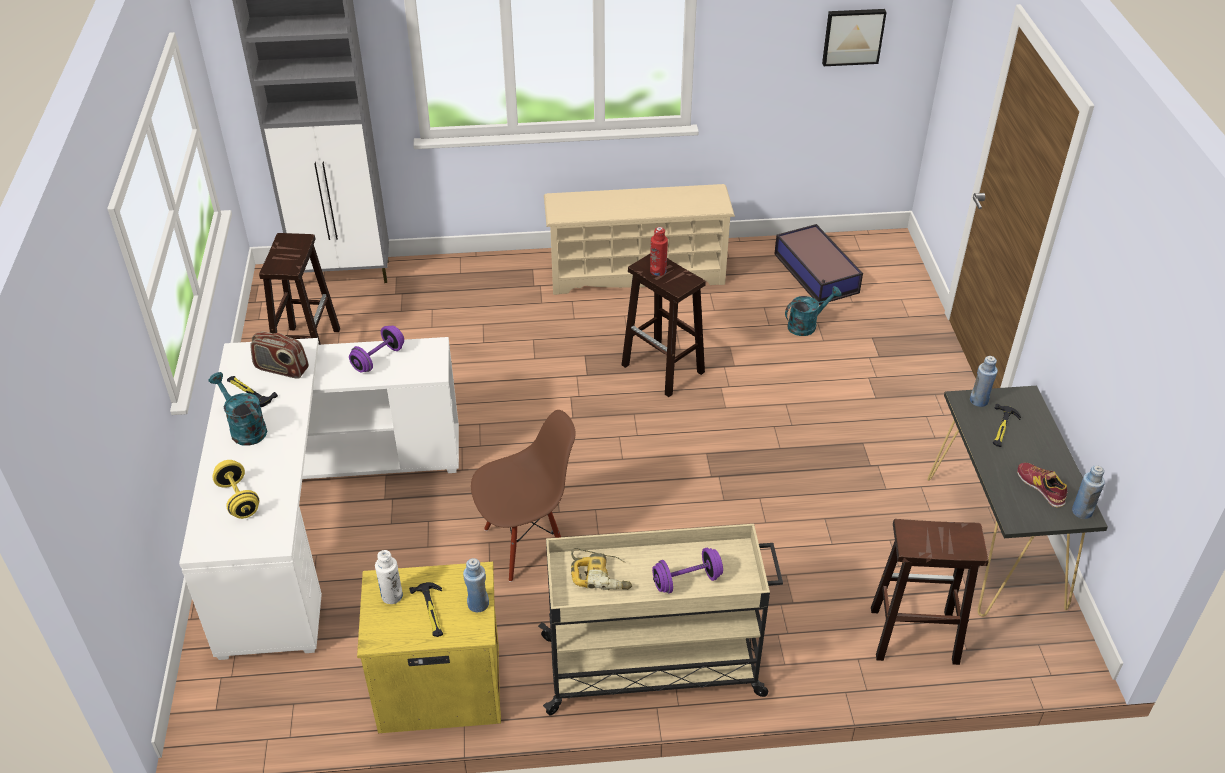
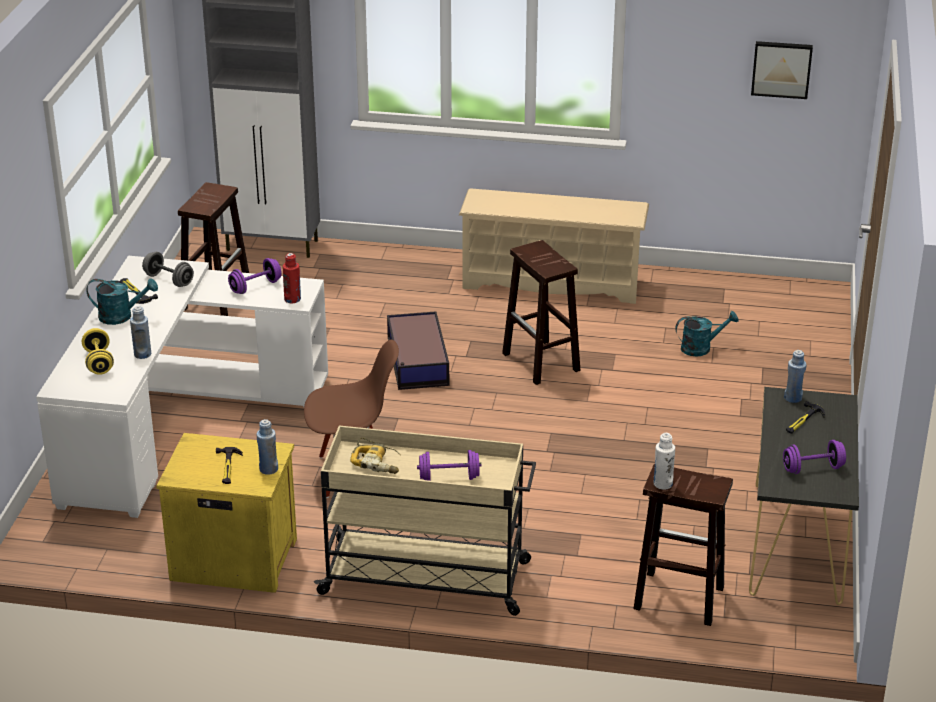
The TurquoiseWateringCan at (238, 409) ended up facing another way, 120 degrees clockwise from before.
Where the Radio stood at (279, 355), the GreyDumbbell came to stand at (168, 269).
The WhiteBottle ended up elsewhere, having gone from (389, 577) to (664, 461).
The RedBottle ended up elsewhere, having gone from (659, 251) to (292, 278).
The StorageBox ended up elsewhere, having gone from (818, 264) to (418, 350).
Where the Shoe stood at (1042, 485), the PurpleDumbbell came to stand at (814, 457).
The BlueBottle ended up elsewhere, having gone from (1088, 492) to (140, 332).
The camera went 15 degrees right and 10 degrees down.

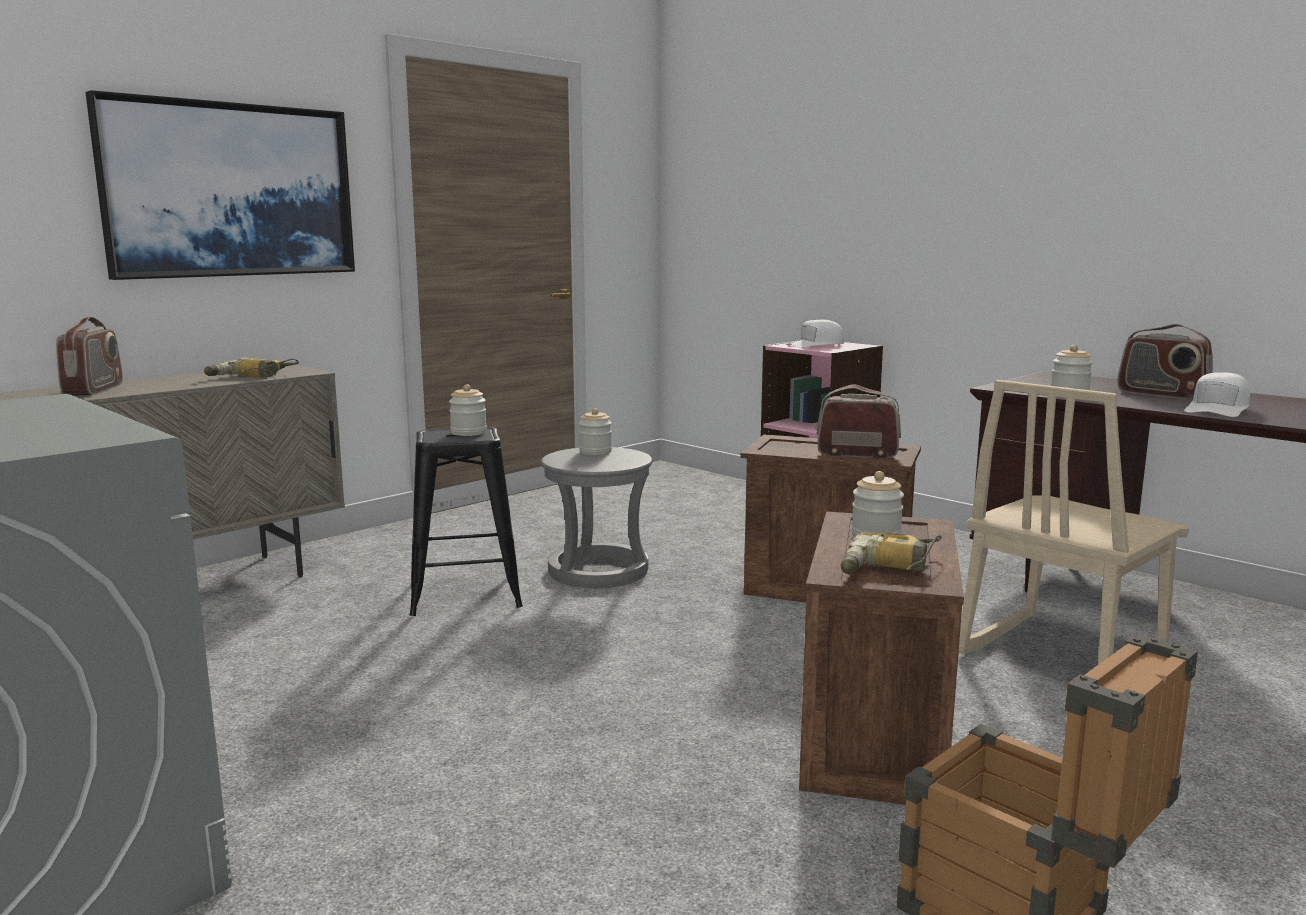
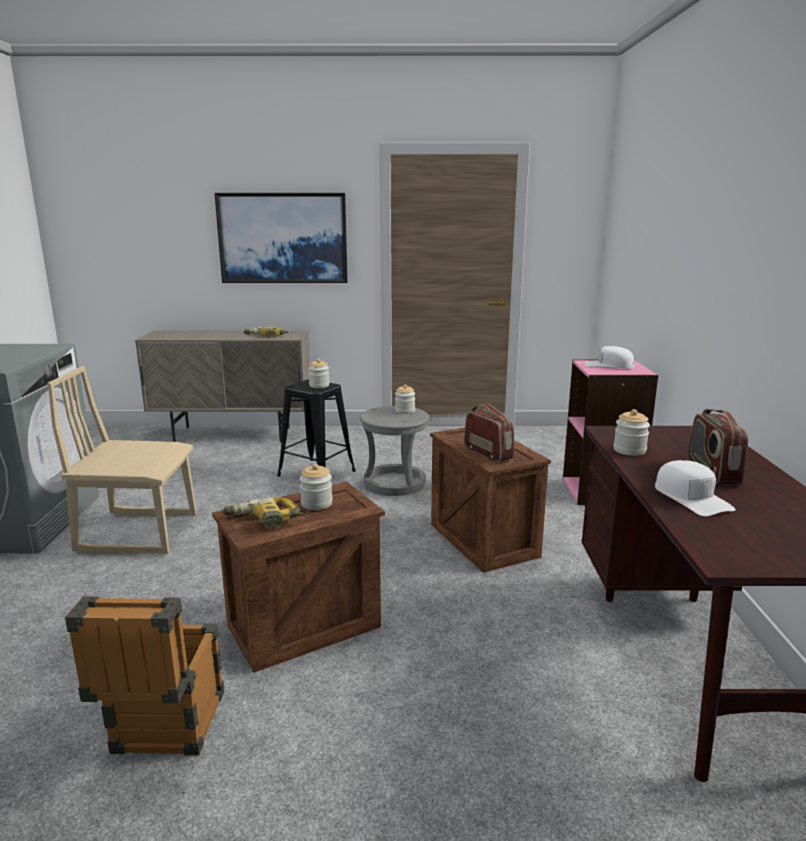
The second view lost the Radio at (89, 355).
The BeigeChair ended up elsewhere, having gone from (1074, 522) to (121, 460).
The WhiteCap at (1217, 394) ended up facing another way, 105 degrees counterclockwise from before.
The camera went 45 degrees right and 5 degrees up.

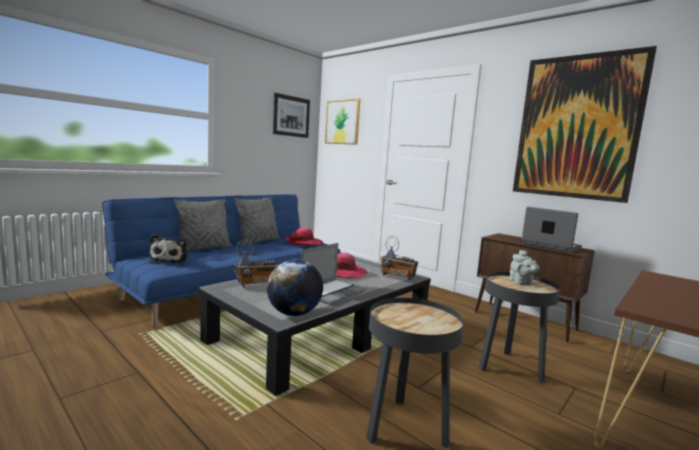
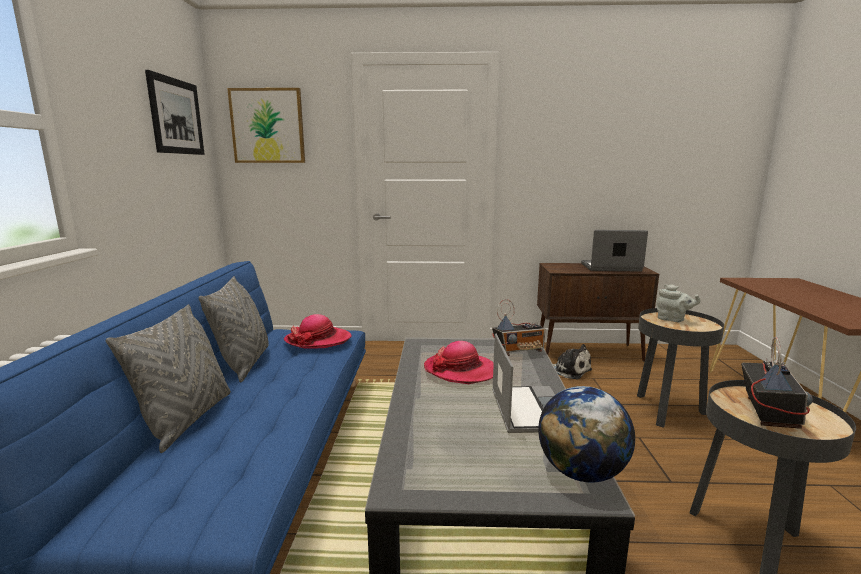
The PlushToy ended up elsewhere, having gone from (168, 248) to (572, 361).
The Radio ended up elsewhere, having gone from (256, 263) to (777, 383).
The second view lost the Picture at (585, 124).
The camera went 40 degrees left and 5 degrees up.

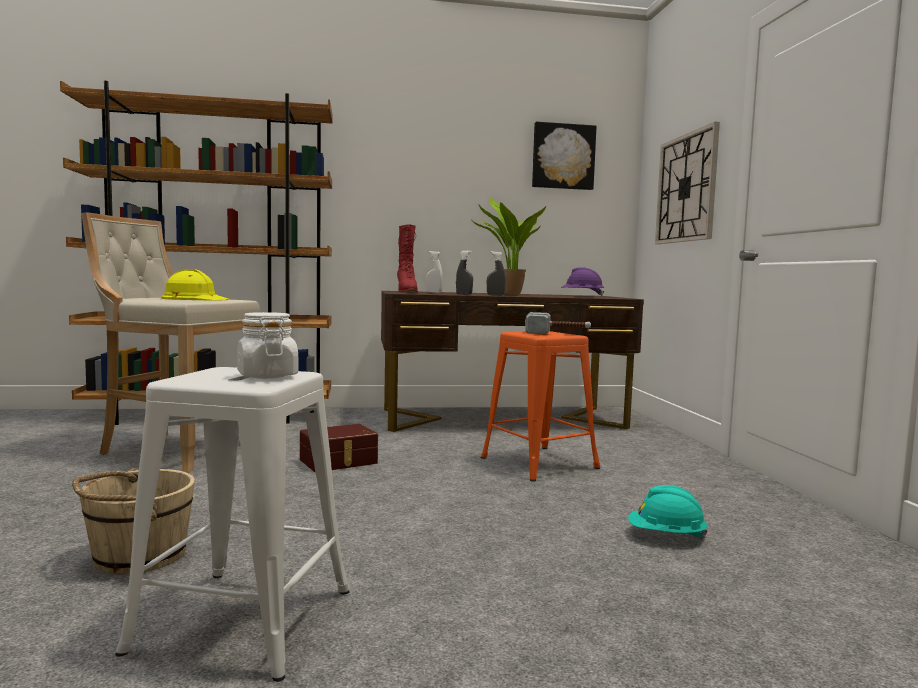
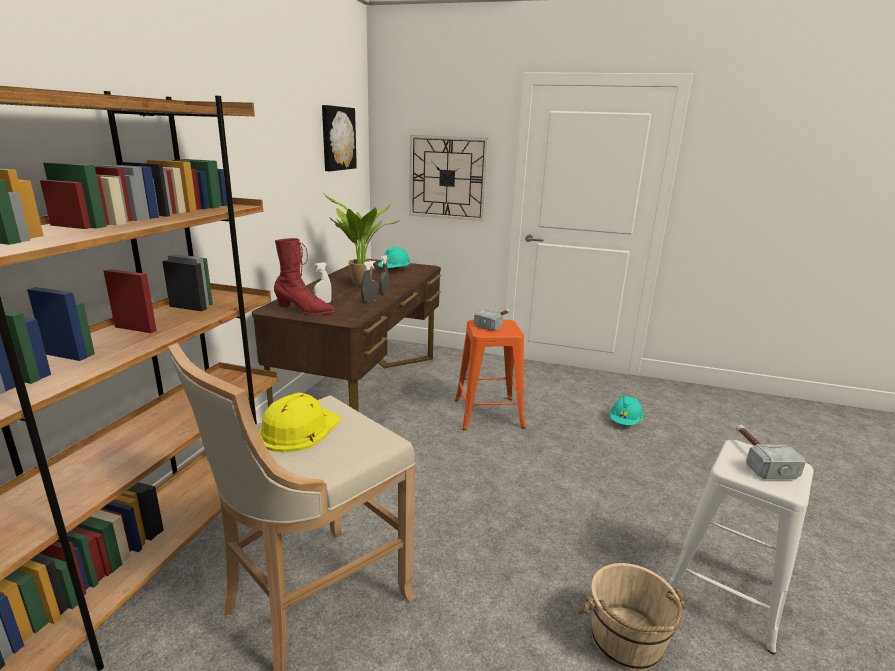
Where the WhiteJar stood at (268, 345), the Hammer came to stand at (771, 452).
The second view lost the BrownStorageBox at (339, 448).
What was the PurpleHardHat at (583, 282) turned into the TurquoiseHardHat at (394, 257).
The camera went 65 degrees left and 15 degrees up.

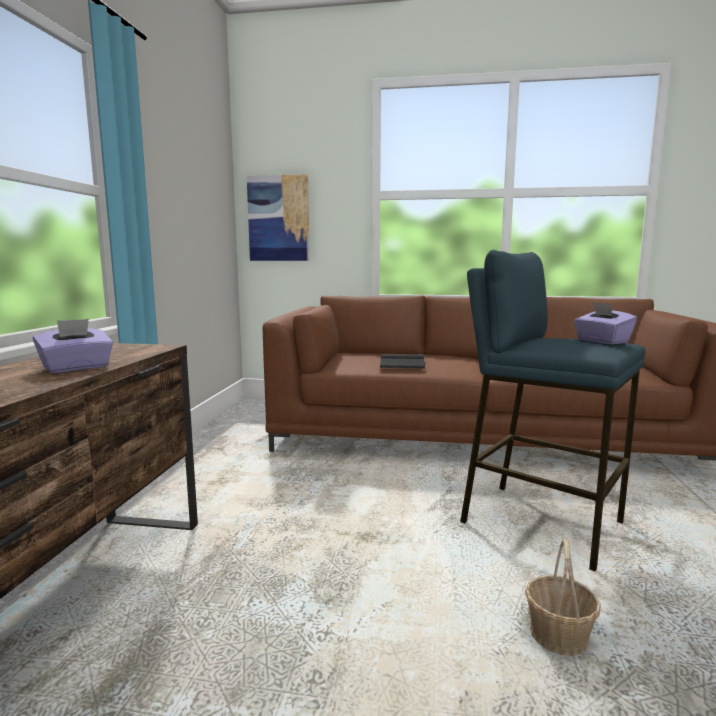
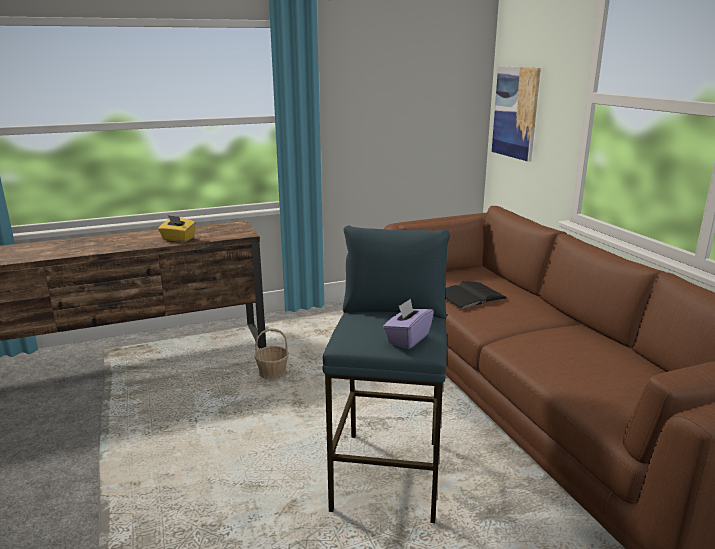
What was the PurpleTissueBox at (73, 346) turned into the YellowTissueBox at (177, 228).
The Basket ended up elsewhere, having gone from (563, 597) to (271, 354).
The camera went 60 degrees right and 10 degrees up.

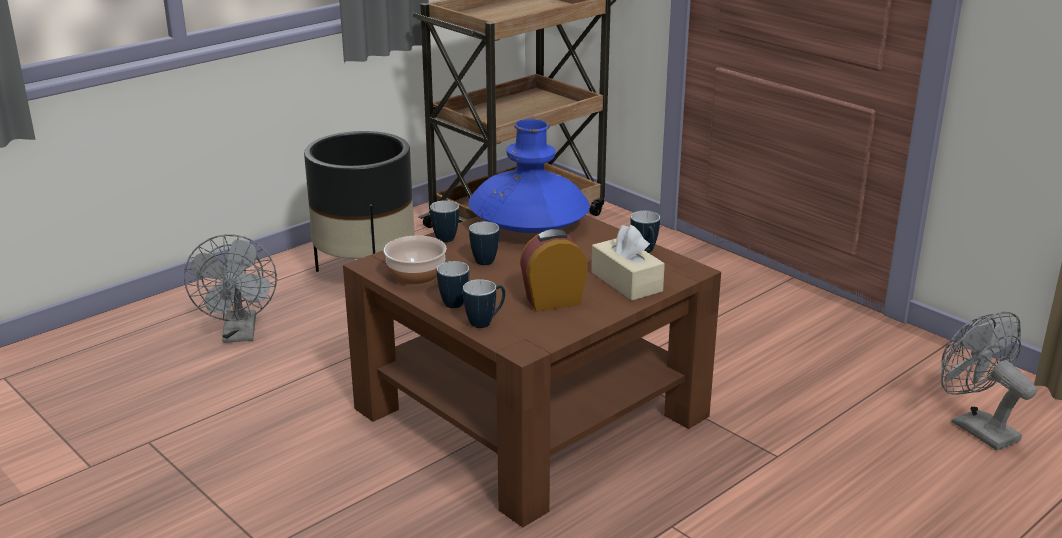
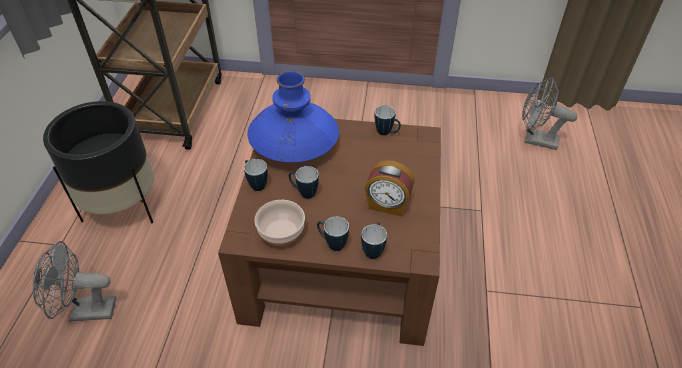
The GreyFan at (230, 288) ended up facing another way, 135 degrees clockwise from before.
The AlarmClock at (554, 270) ended up facing another way, 105 degrees counterclockwise from before.
The second view lost the BeigeTissueBox at (628, 263).
The camera went 40 degrees left and 20 degrees up.

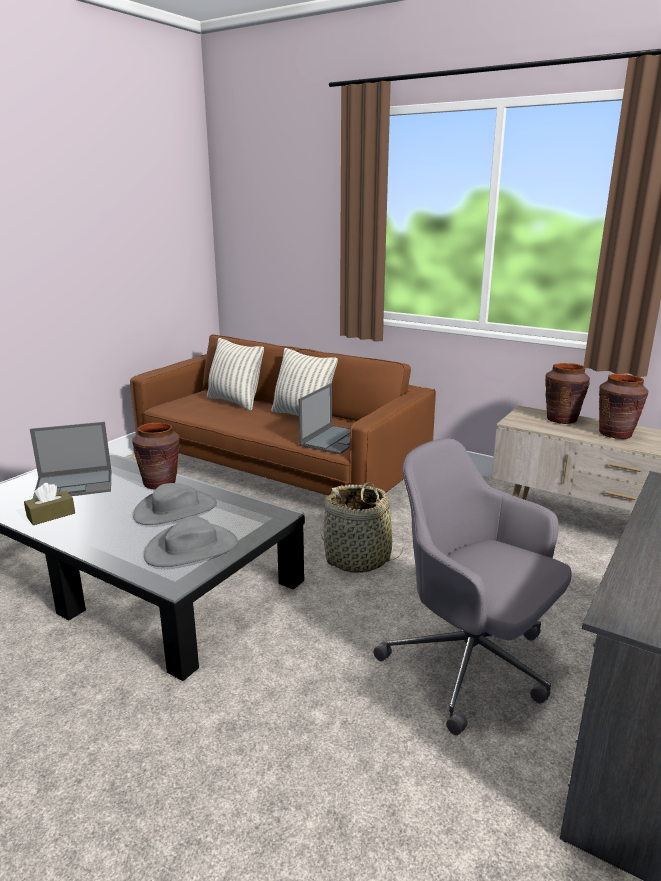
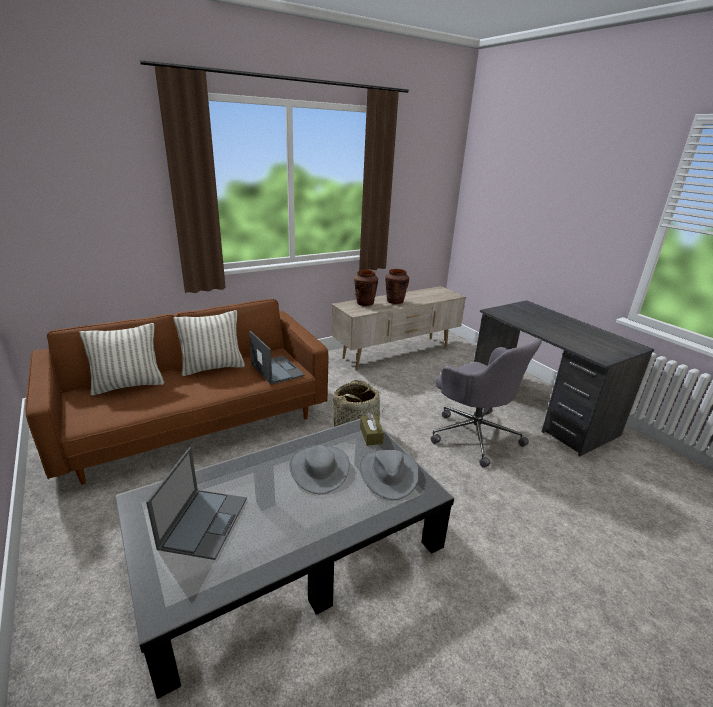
The BrownTissueBox ended up elsewhere, having gone from (49, 504) to (372, 429).
The second view lost the BrownVase at (156, 456).
The GreyOfficeChair at (472, 586) ended up facing another way, 105 degrees counterclockwise from before.
The camera went 65 degrees left and 5 degrees up.

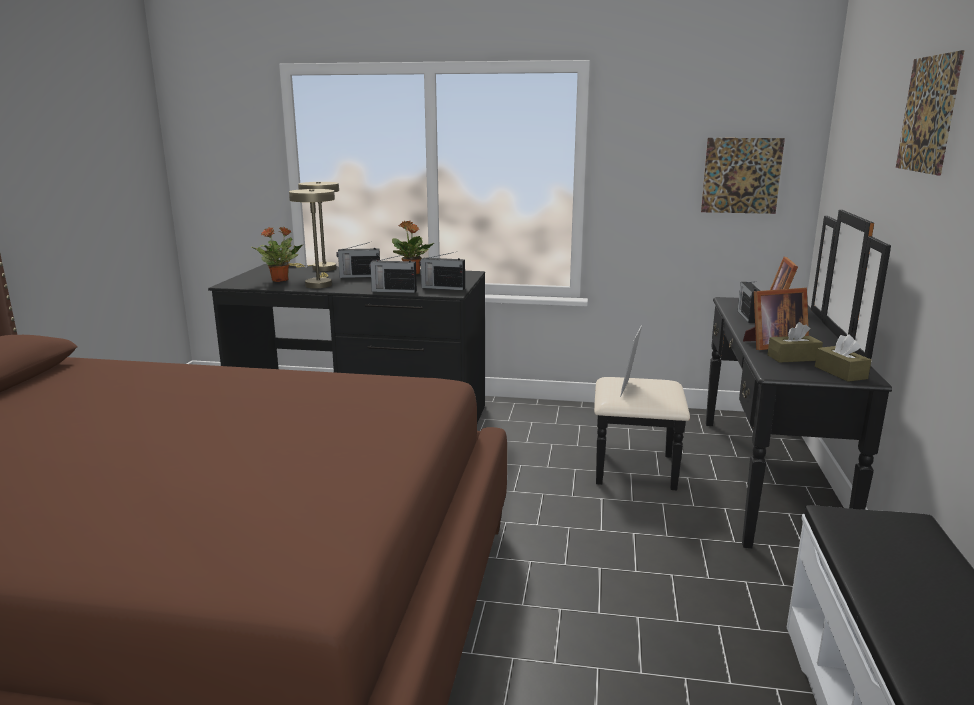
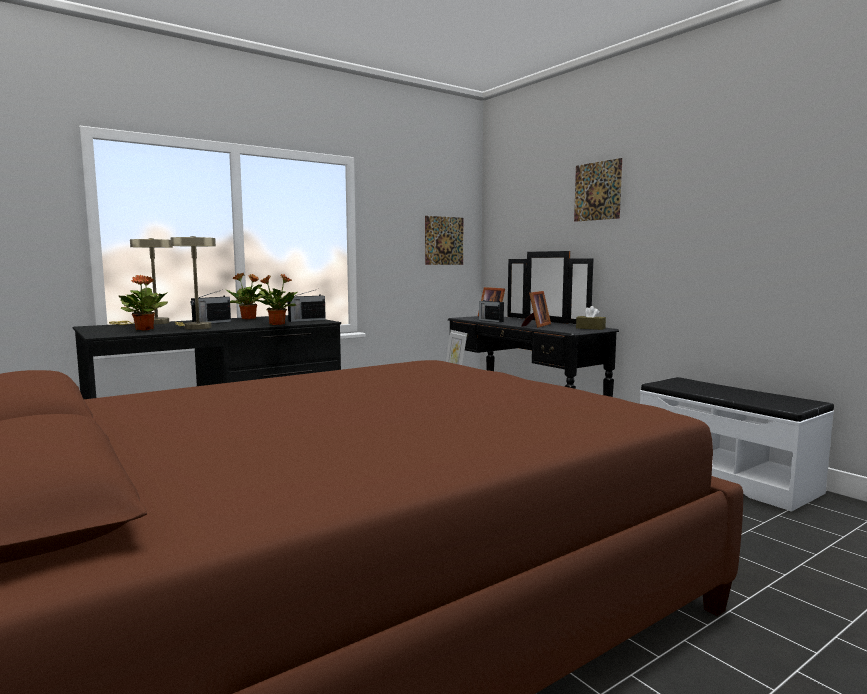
Where the Radio stood at (393, 273), the PottedPlant came to stand at (276, 299).
The second view lost the BrownTissueBox at (795, 342).
The camera went 45 degrees left and 10 degrees down.

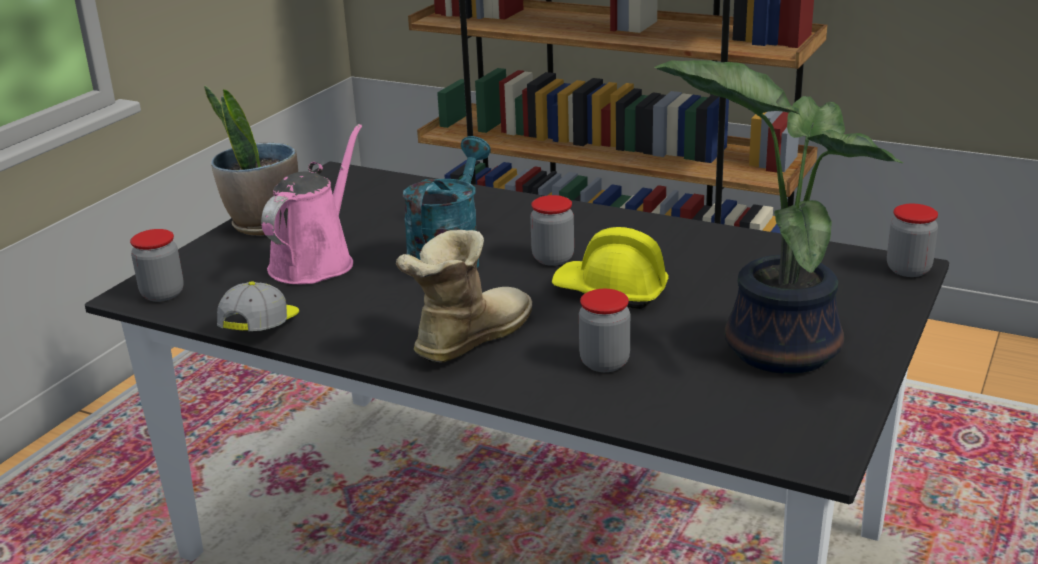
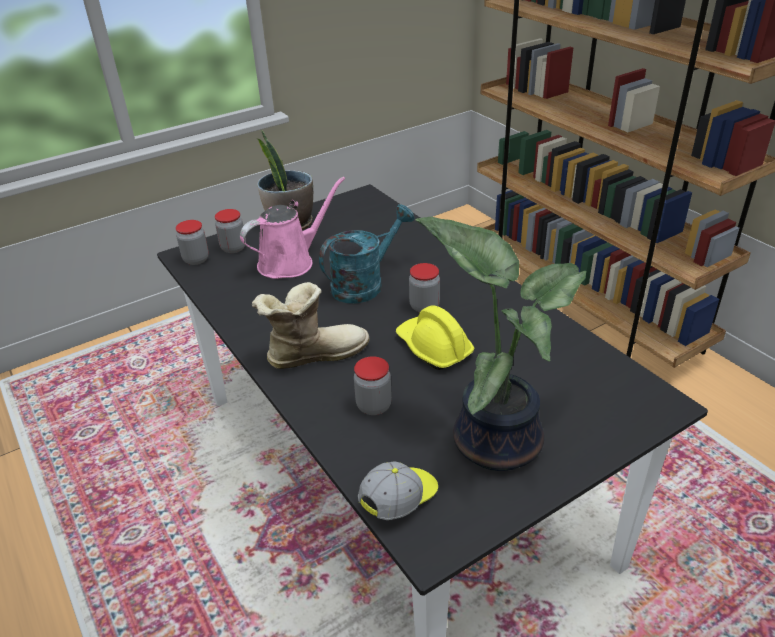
The Cap ended up elsewhere, having gone from (258, 306) to (398, 490).
The Jar ended up elsewhere, having gone from (912, 240) to (230, 231).
The camera went 30 degrees right and 10 degrees up.

